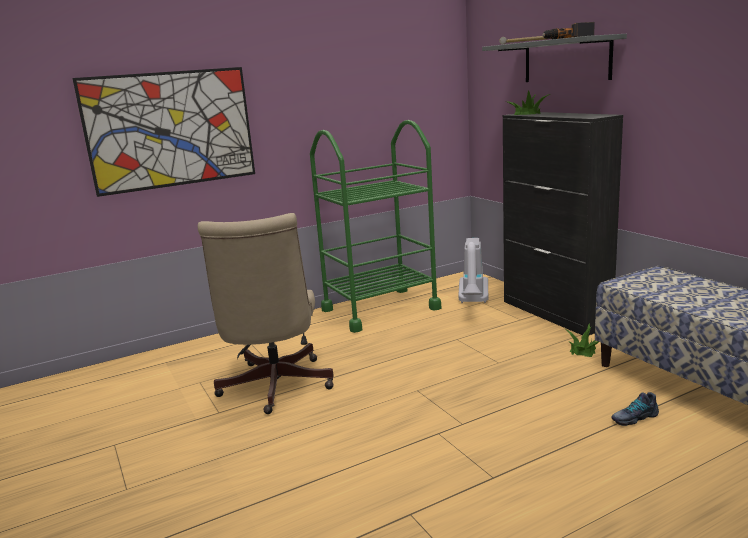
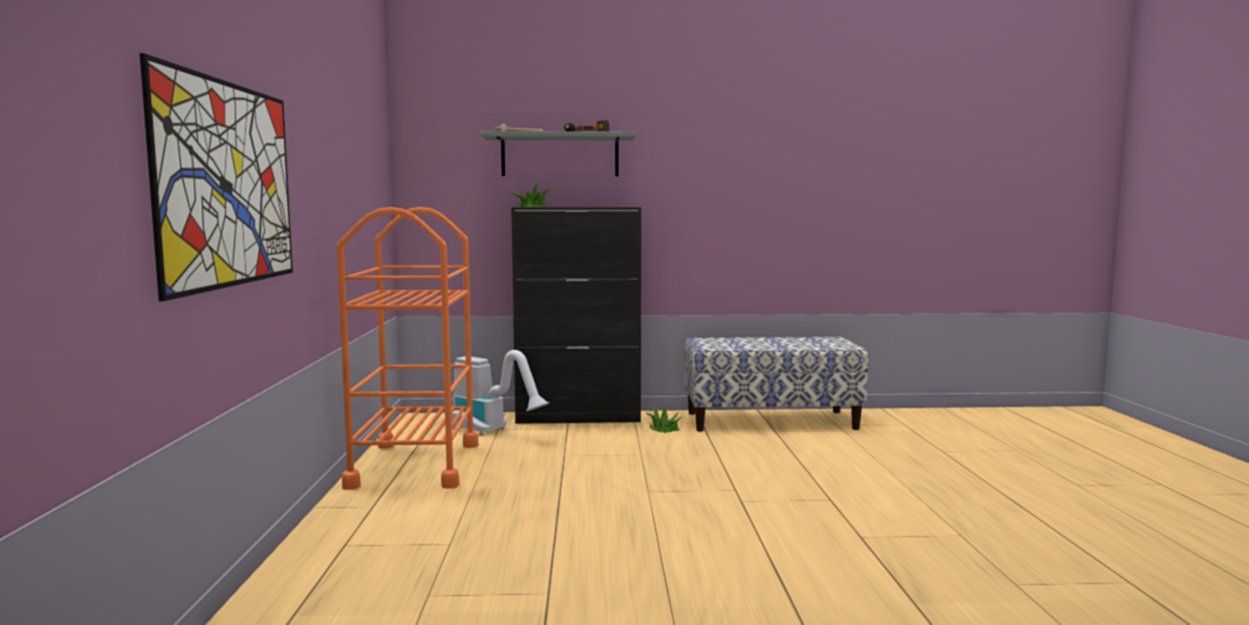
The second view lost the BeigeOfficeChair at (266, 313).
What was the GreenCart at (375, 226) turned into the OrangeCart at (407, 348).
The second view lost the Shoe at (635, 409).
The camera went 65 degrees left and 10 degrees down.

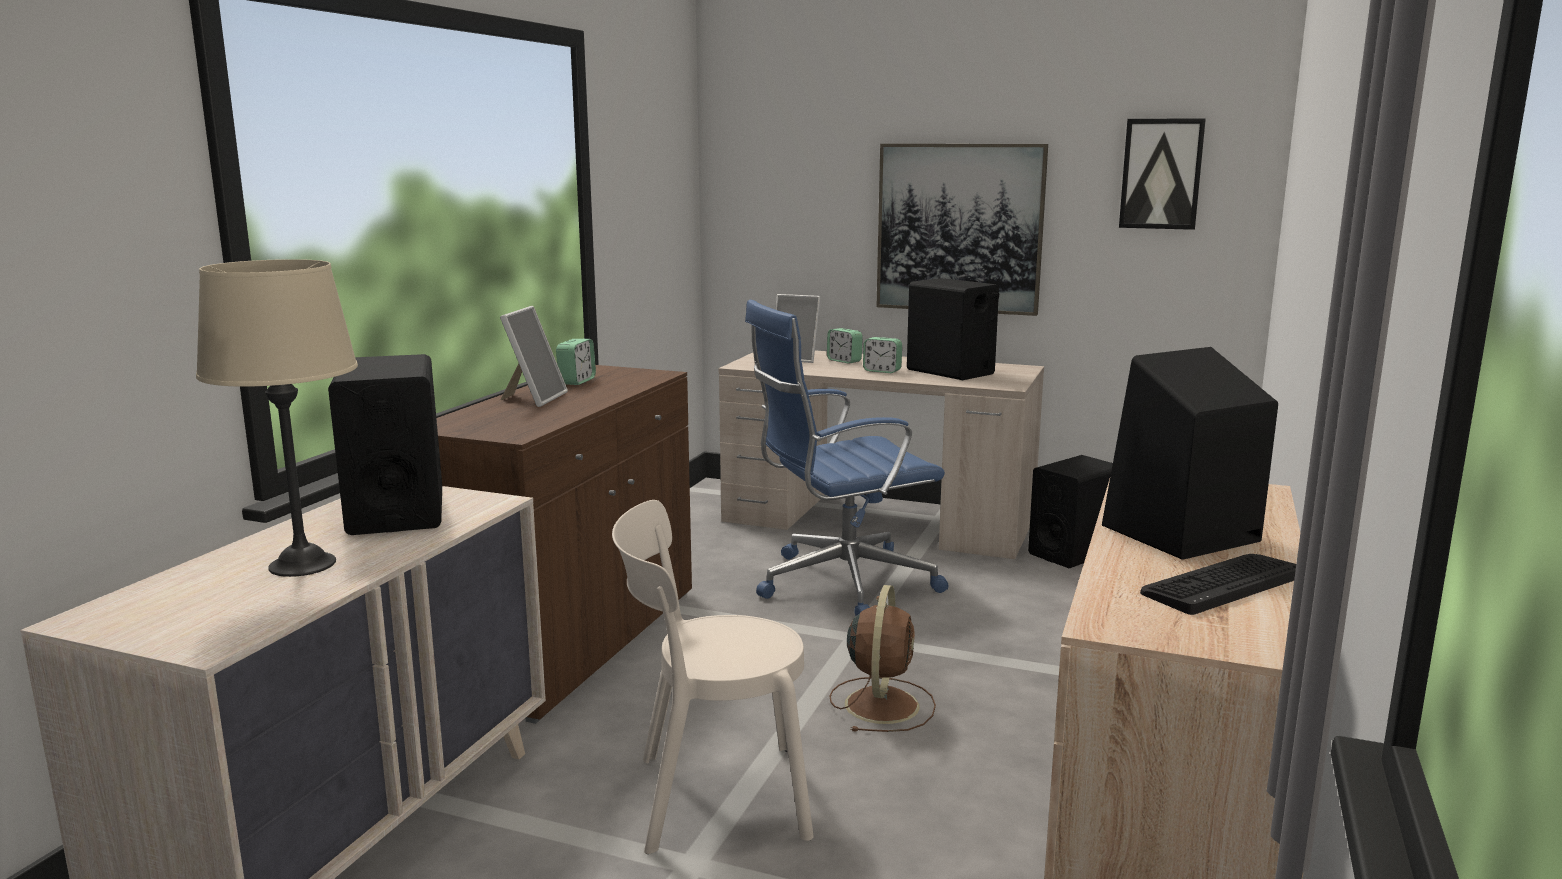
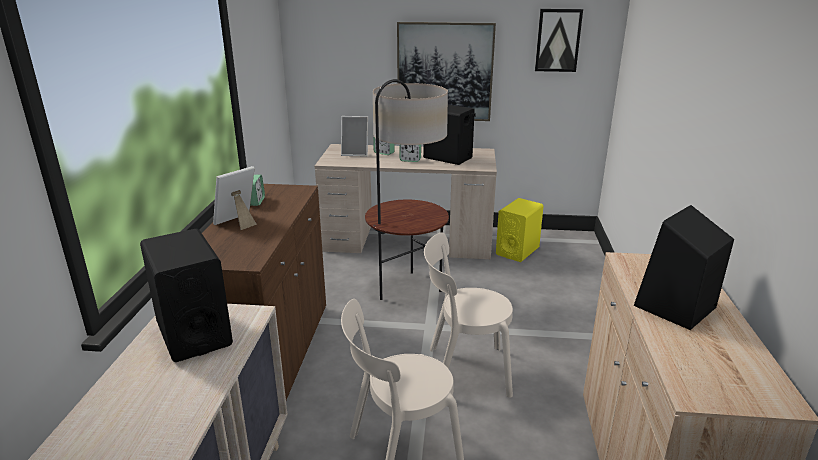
The second view lost the BeigeTableLamp at (277, 418).
The PictureFrame at (534, 356) ended up facing another way, 135 degrees counterclockwise from before.
Where the BlueOfficeChair stood at (847, 457), the FloorLamp came to stand at (407, 189).
Where the BrownFan stood at (882, 658), the BeigeChair came to stand at (468, 315).
What was the BlackSpeaker at (1070, 511) turned into the YellowSpeaker at (520, 230).
The second view lost the Keyboard at (1218, 584).
The camera went 15 degrees left and 10 degrees up.

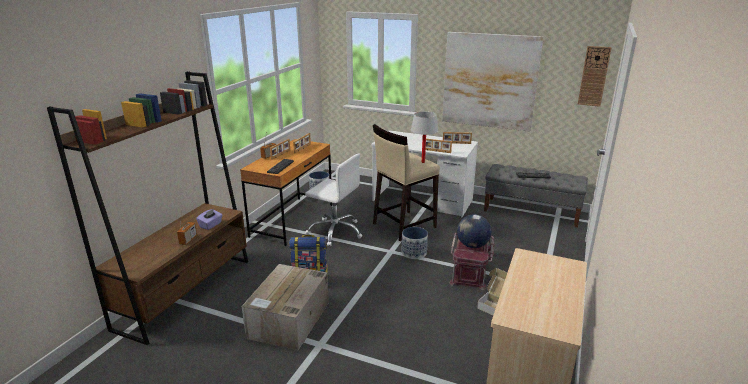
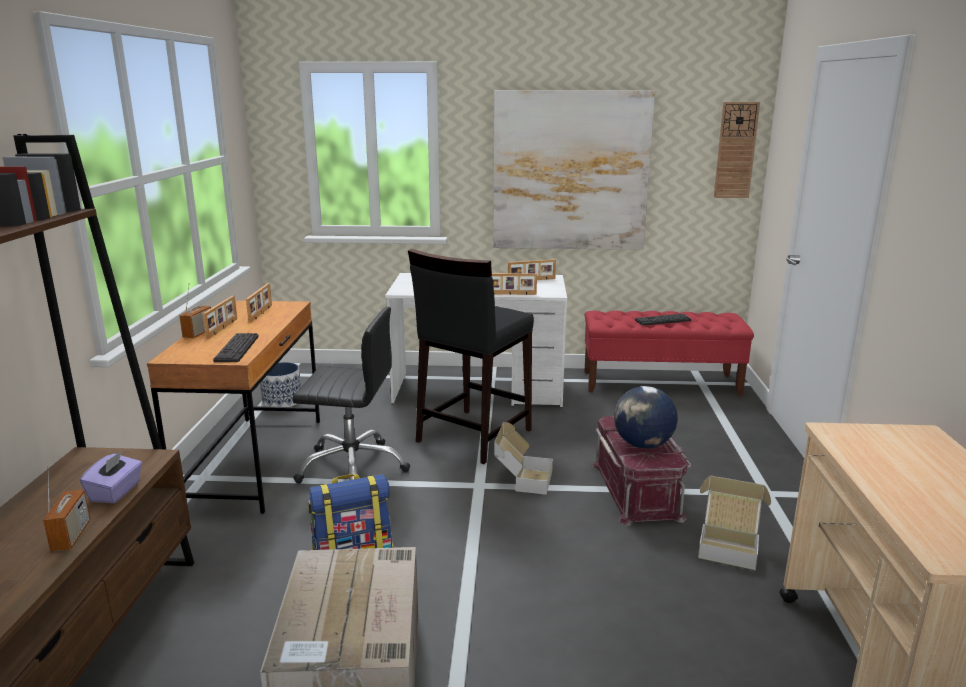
What was the WhiteOfficeChair at (333, 199) turned into the BlackOfficeChair at (351, 395).
What was the BeigeStool at (406, 182) turned into the BlackStool at (471, 356).
Where the Planter stood at (415, 243), the CardboardBox came to stand at (523, 458).
The second view lost the WhiteTableLamp at (425, 137).
What was the GreyBench at (536, 196) turned into the RedBench at (669, 353).
The camera went 20 degrees left and 5 degrees down.

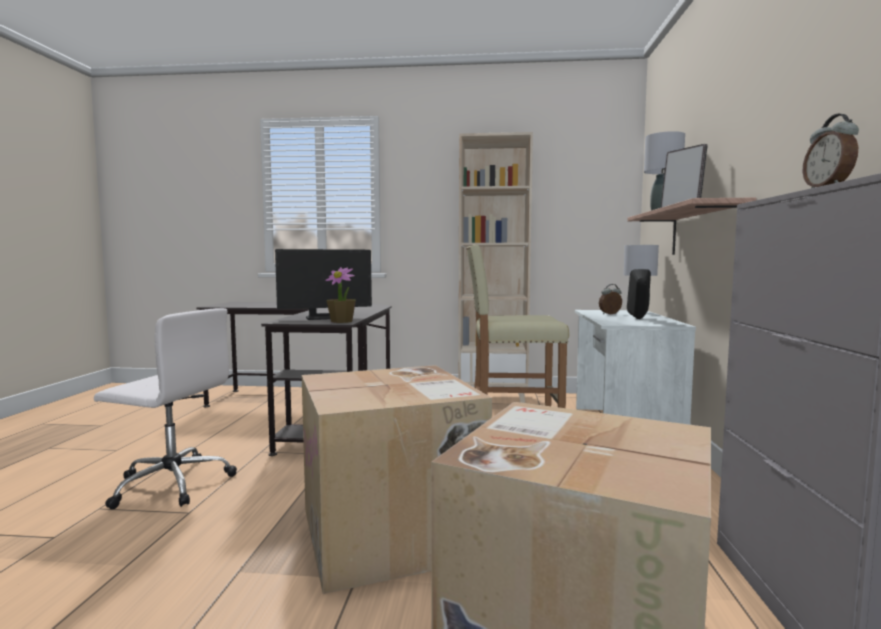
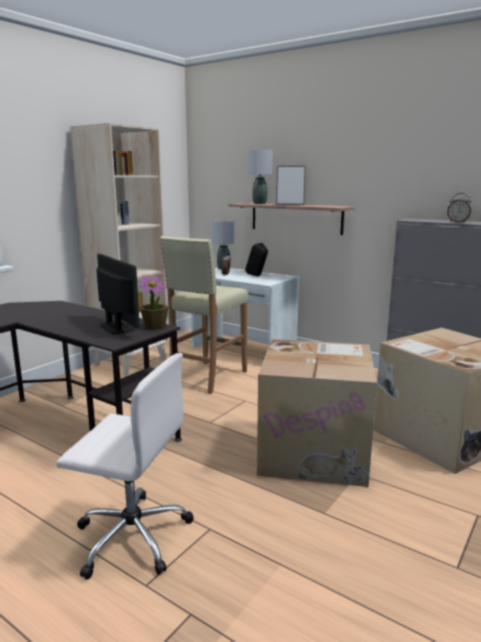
The WhiteOfficeChair at (165, 408) ended up facing another way, 60 degrees clockwise from before.
The Monitor at (323, 284) ended up facing another way, 45 degrees counterclockwise from before.
The camera went 60 degrees left and 10 degrees up.

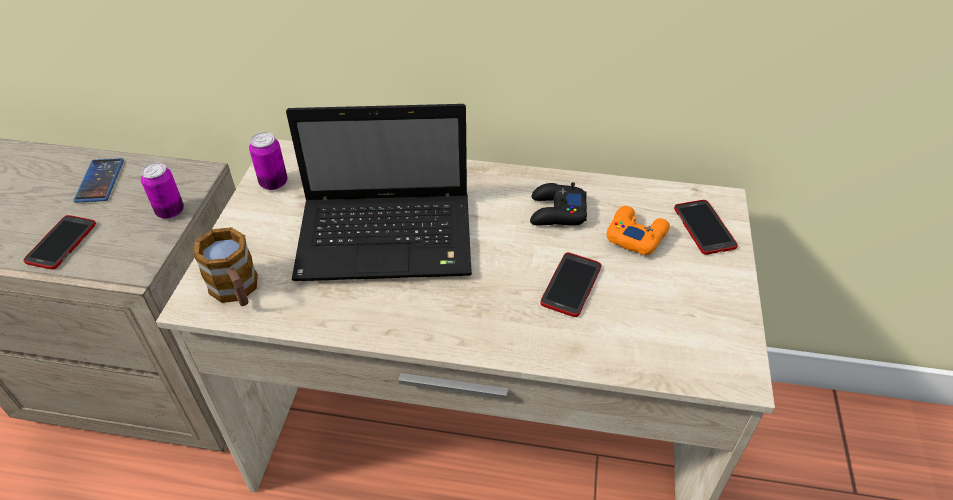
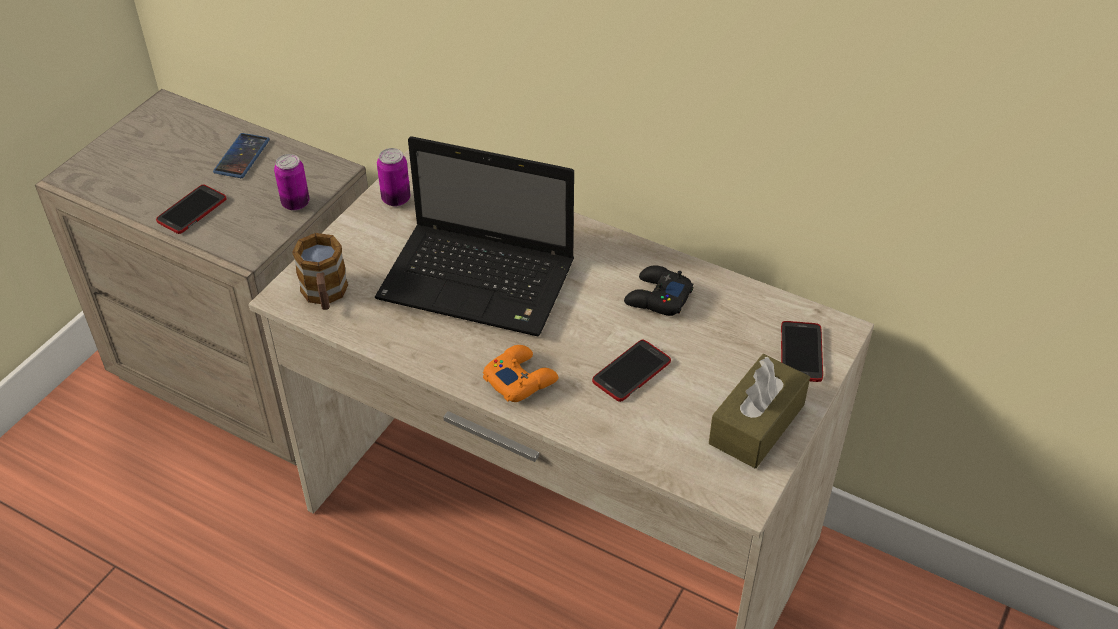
The OrangeGameController ended up elsewhere, having gone from (638, 230) to (520, 373).
The second view gained the BrownTissueBox at (759, 411).
The camera went 20 degrees right and 0 degrees up.

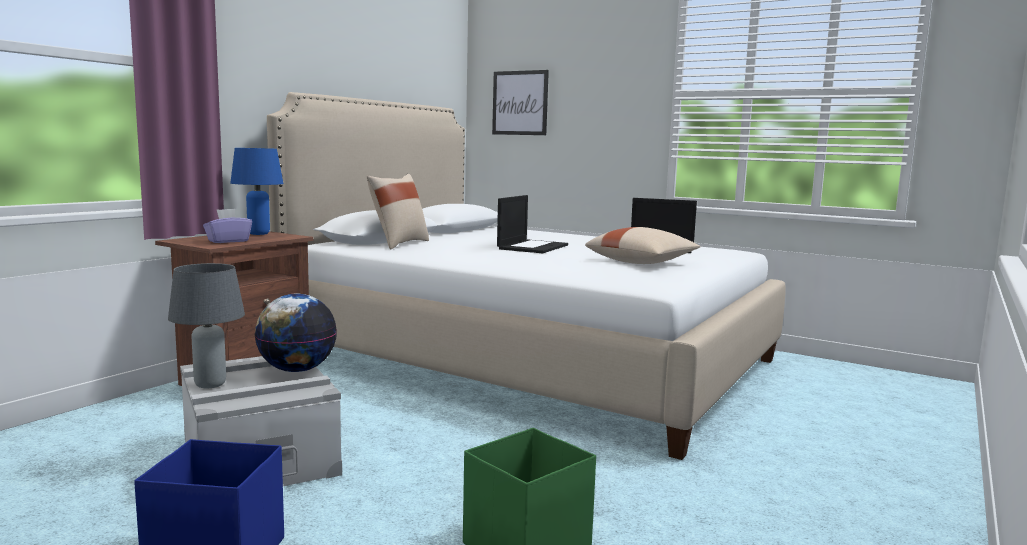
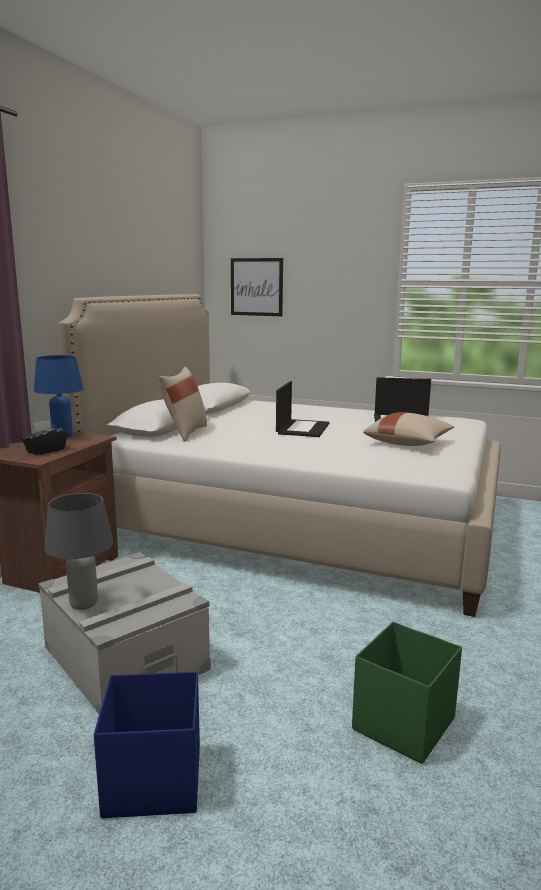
What was the PurpleTissueBox at (227, 226) turned into the BlackTissueBox at (44, 437).
The second view lost the Globe at (295, 333).
The camera went 10 degrees left and 5 degrees up.

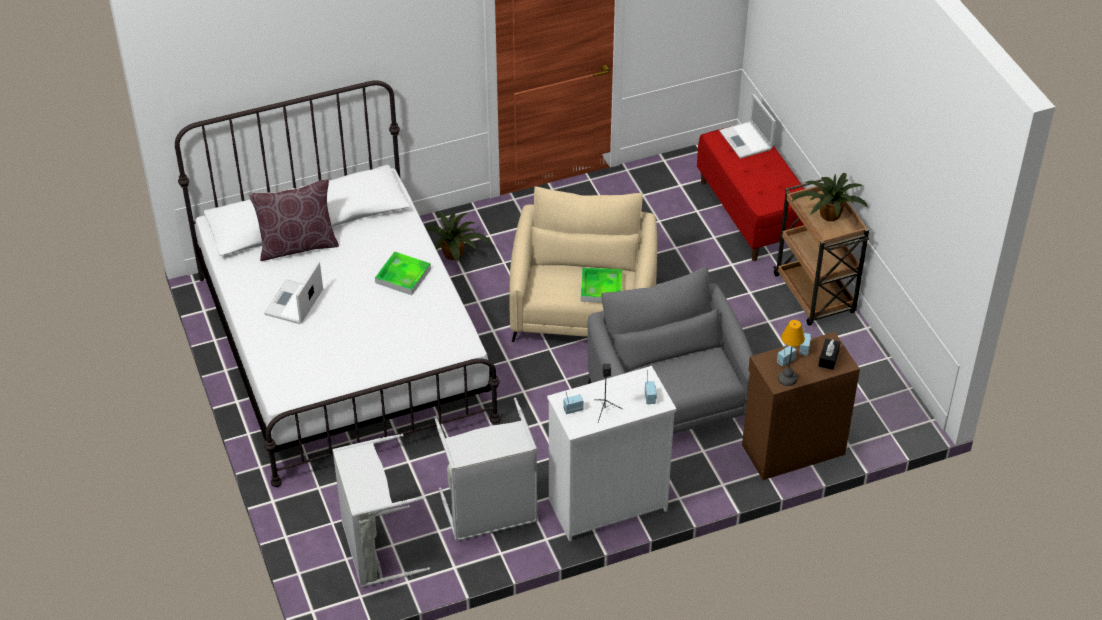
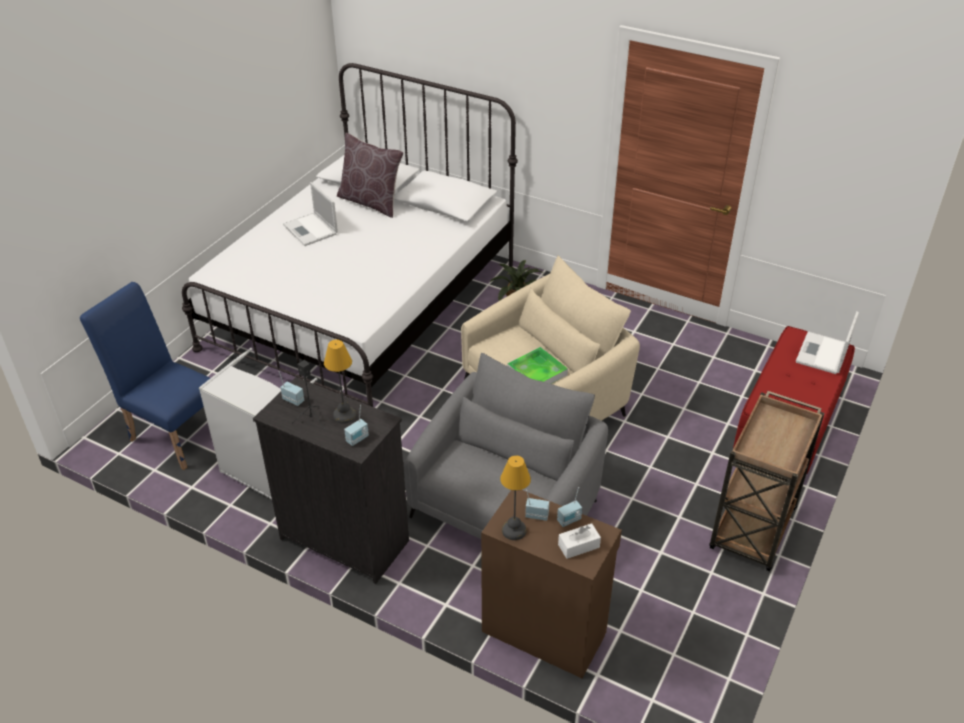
The Laptop at (293, 292) ended up facing another way, 105 degrees counterclockwise from before.
Where the GreyLaundryBasket stood at (381, 510), the BlueChair came to stand at (145, 376).
The second view lost the Tray at (403, 273).
What was the WhiteDresser at (611, 454) turned into the BlackDresser at (331, 480).
The second view lost the PottedPlant at (829, 197).
What was the BlackTissueBox at (829, 354) turned into the WhiteTissueBox at (579, 541).
The second view gained the TableLamp at (340, 381).
The camera went 50 degrees right and 5 degrees down.

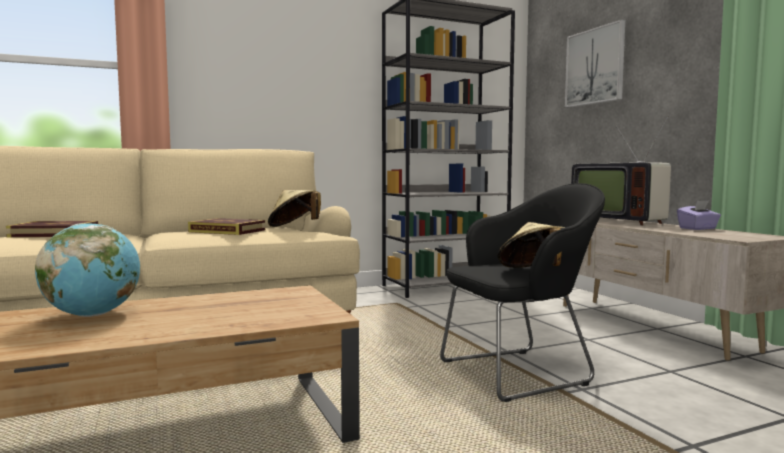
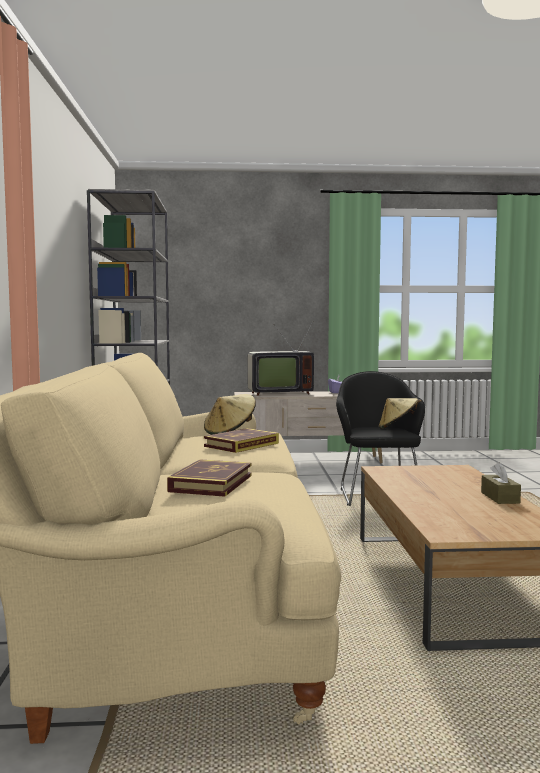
The second view lost the Globe at (87, 270).
The second view lost the Picture at (595, 64).
The second view gained the BrownTissueBox at (501, 483).
The camera went 70 degrees left and 0 degrees up.

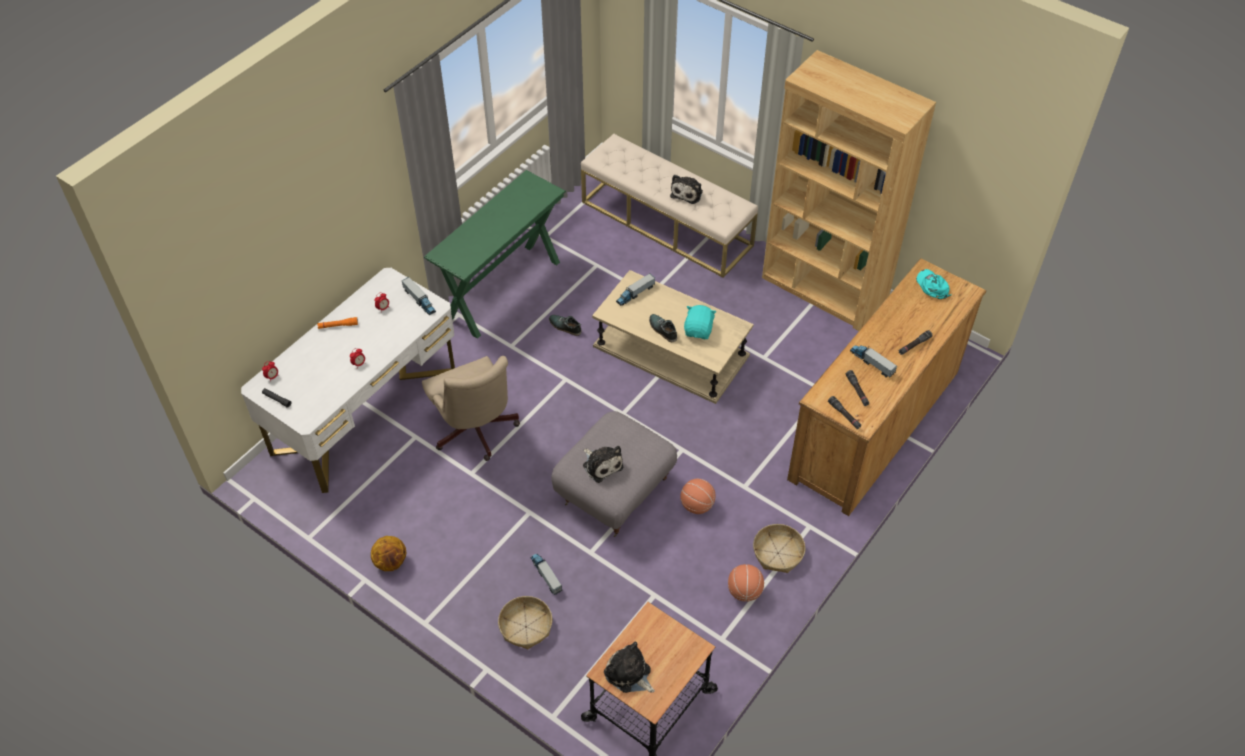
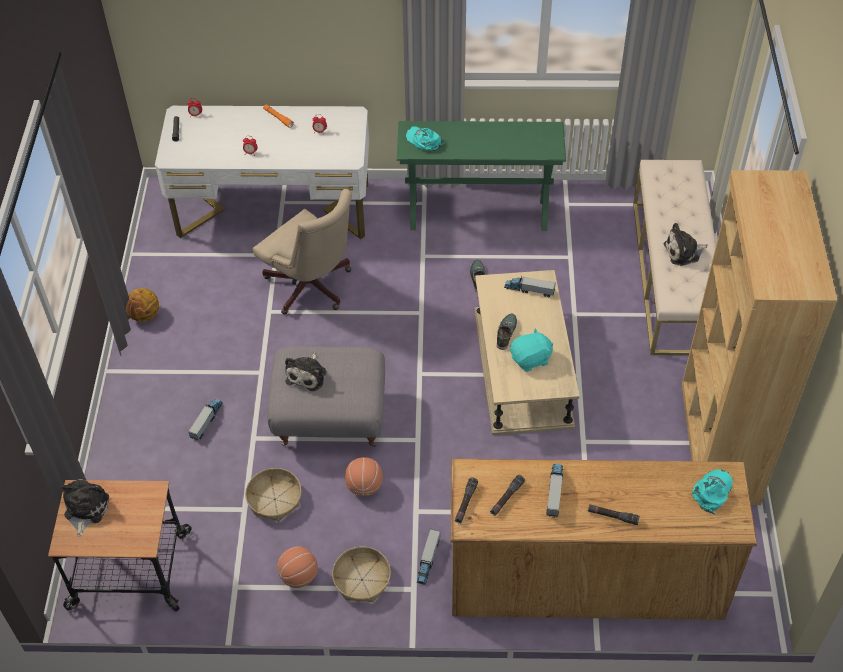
The ToyTruck ended up elsewhere, having gone from (419, 296) to (428, 556).
The BeigeOfficeChair at (471, 408) ended up facing another way, 75 degrees counterclockwise from before.
The Basket ended up elsewhere, having gone from (525, 622) to (273, 494).
The second view gained the TurquoiseCap at (425, 138).
The camera went 55 degrees right and 0 degrees up.

